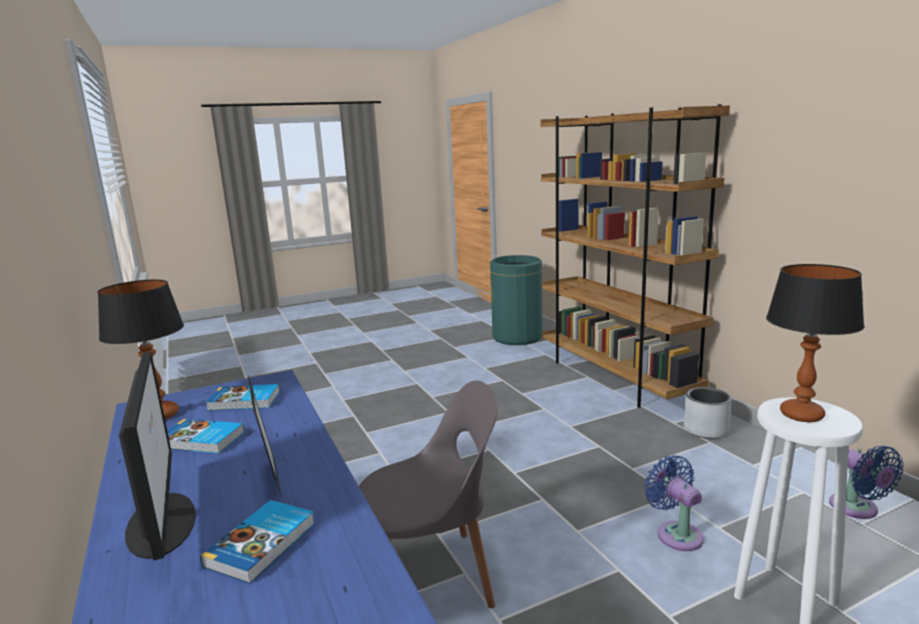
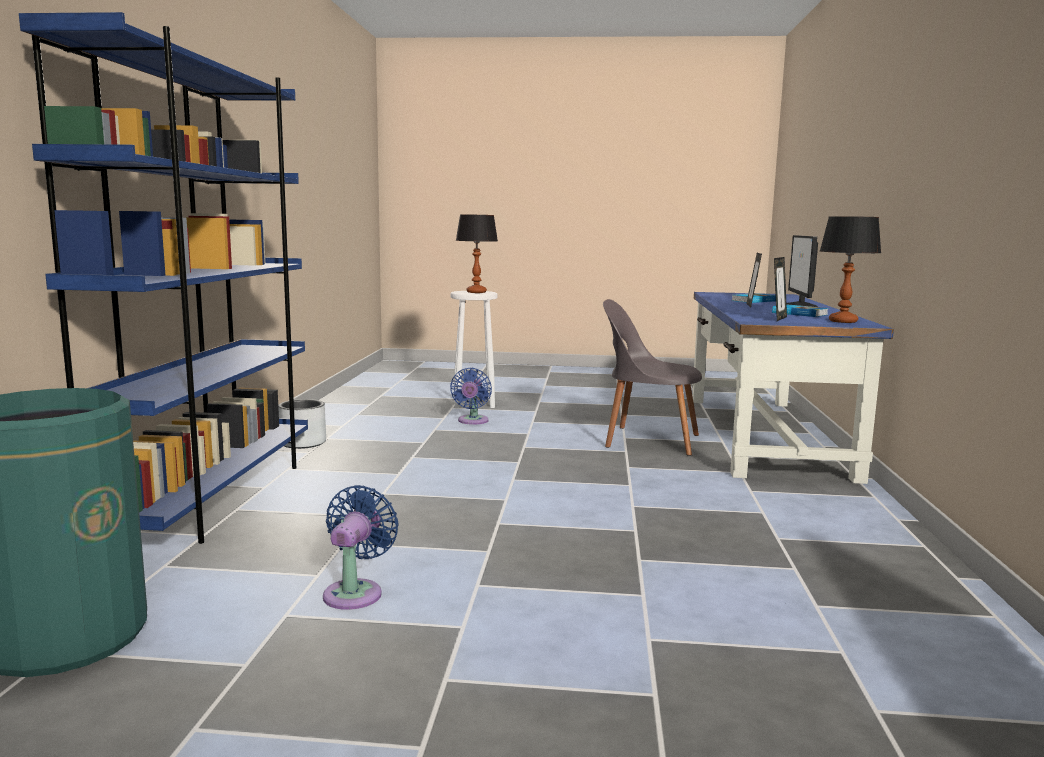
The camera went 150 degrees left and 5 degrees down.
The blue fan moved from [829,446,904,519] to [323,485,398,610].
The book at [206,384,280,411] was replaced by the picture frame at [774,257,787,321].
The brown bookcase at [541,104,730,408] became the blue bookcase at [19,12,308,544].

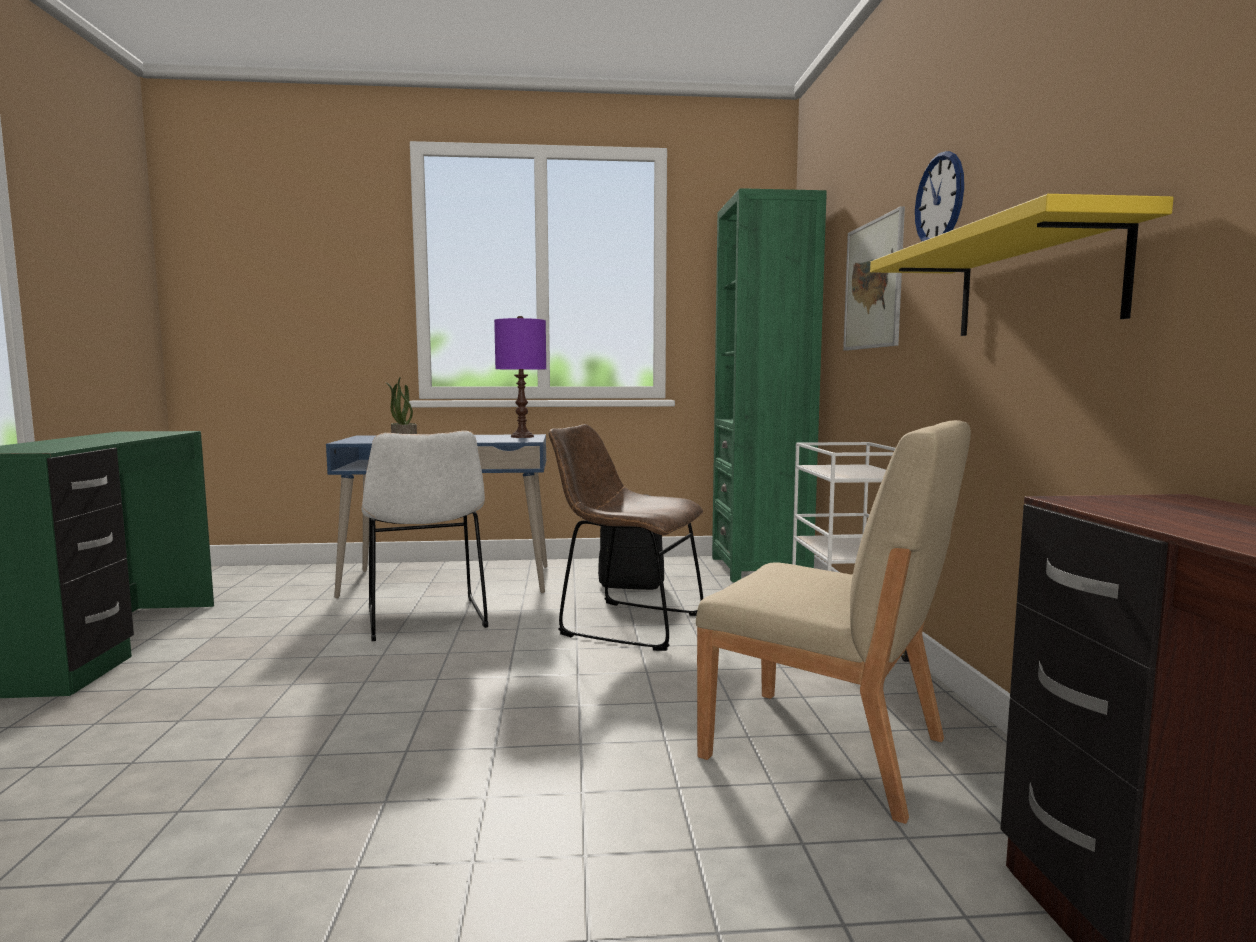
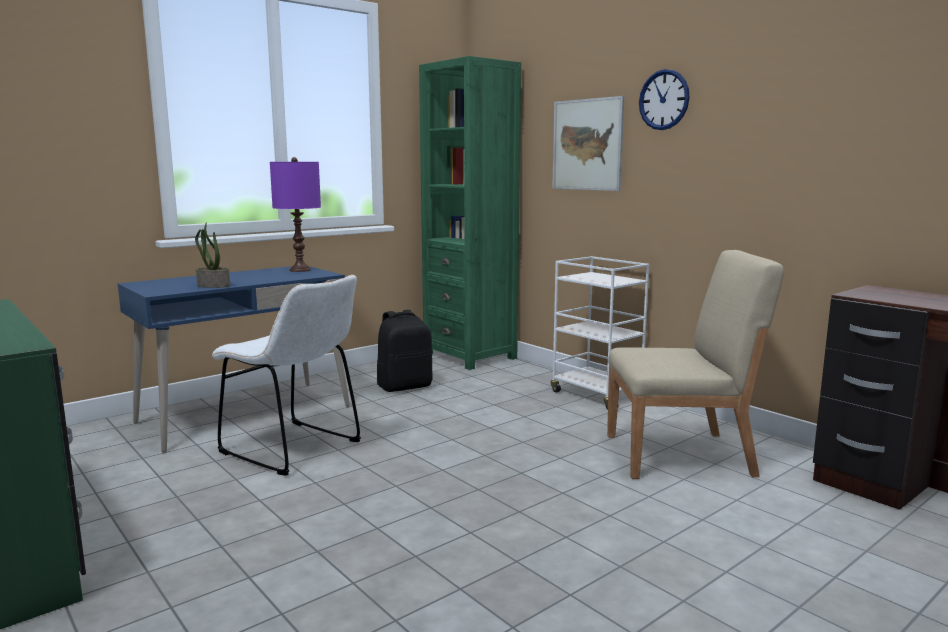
The camera went 35 degrees left and 5 degrees up.
The brown chair at [549,424,703,651] disappeared.
The yellow shelf at [870,194,1174,336] disappeared.

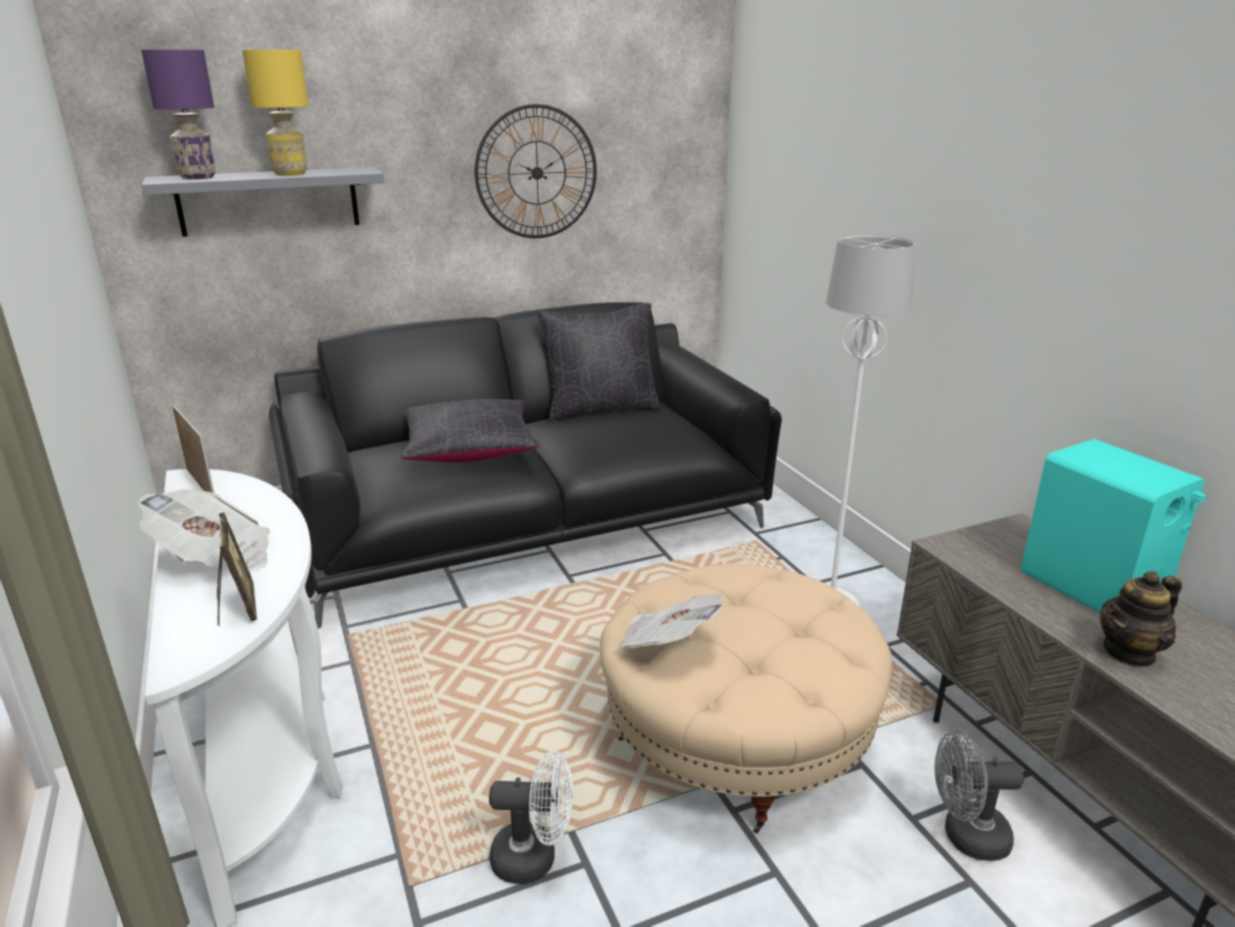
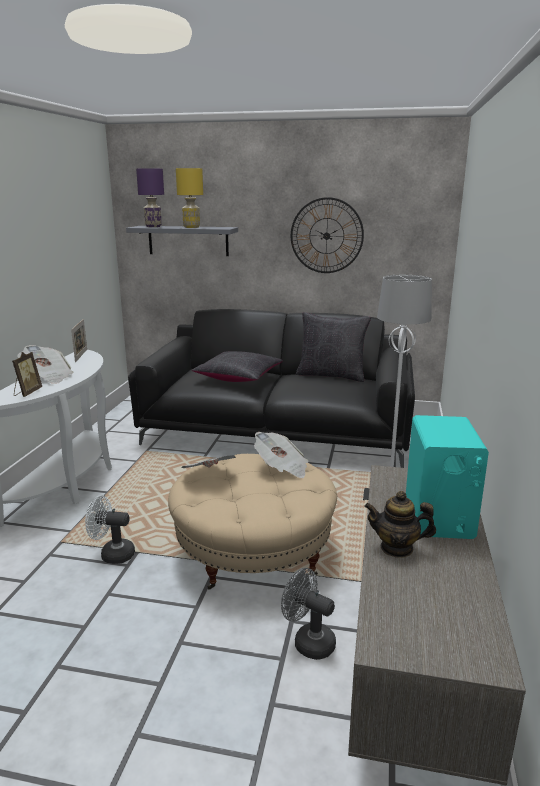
The camera went 35 degrees right and 5 degrees down.
The newspaper at [254,432,308,478] appeared.
The white fan at [489,751,573,884] turned 150 degrees clockwise.

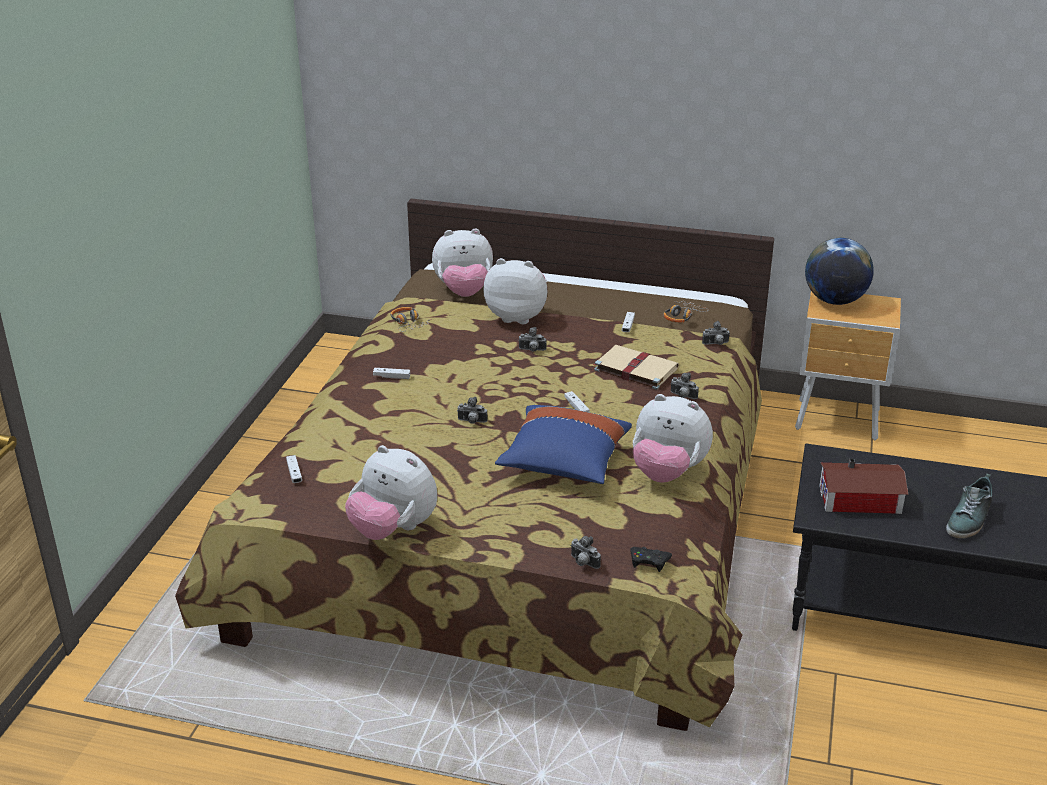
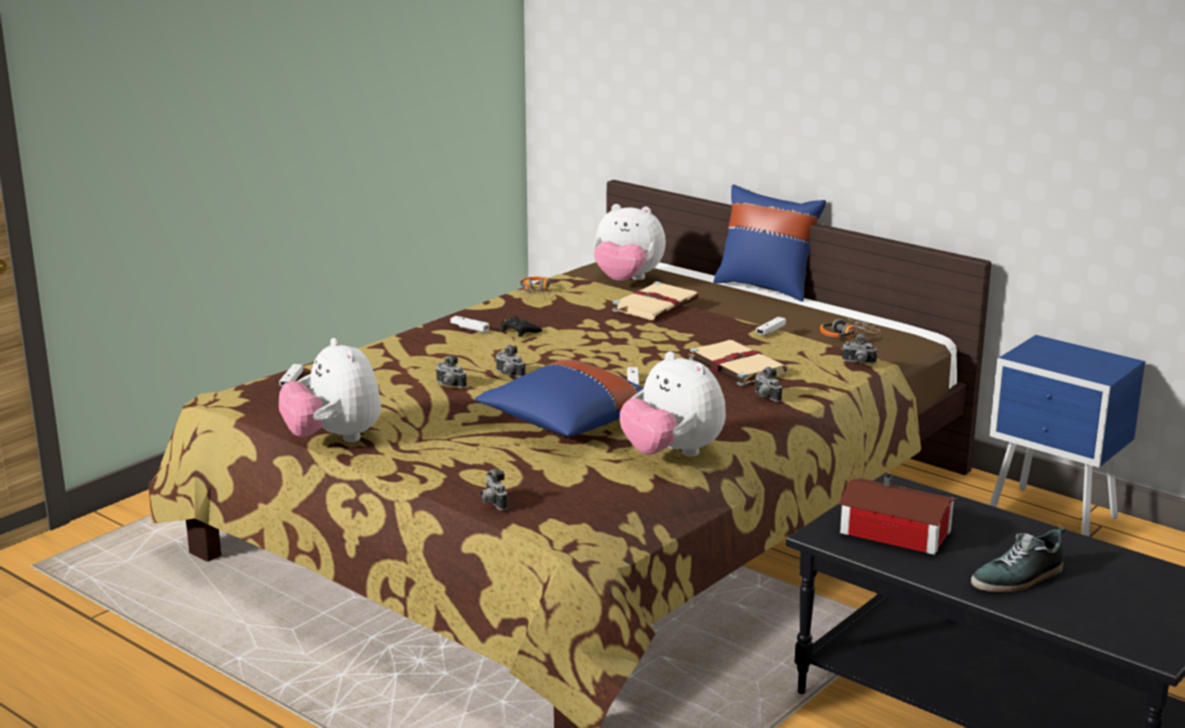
The camera went 25 degrees right and 10 degrees down.
The globe at [805,238,874,305] disappeared.
The blue pillow at [713,185,826,302] appeared.
The photo camera moved from [518,327,546,352] to [435,355,467,388].
The black game controller moved from [630,547,672,572] to [501,316,542,337].
The plush toy at [483,258,547,324] was replaced by the beige book at [612,282,699,320].
The brown nightstand at [795,291,901,440] became the blue nightstand at [989,335,1145,536].

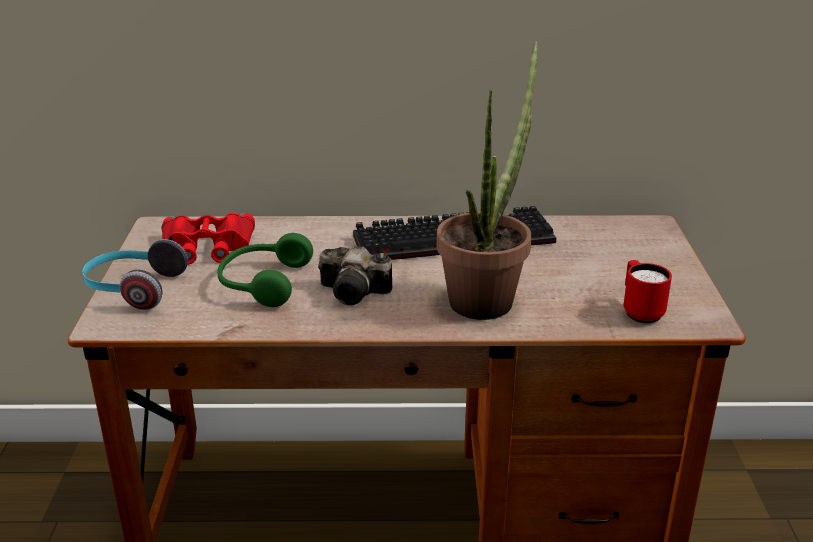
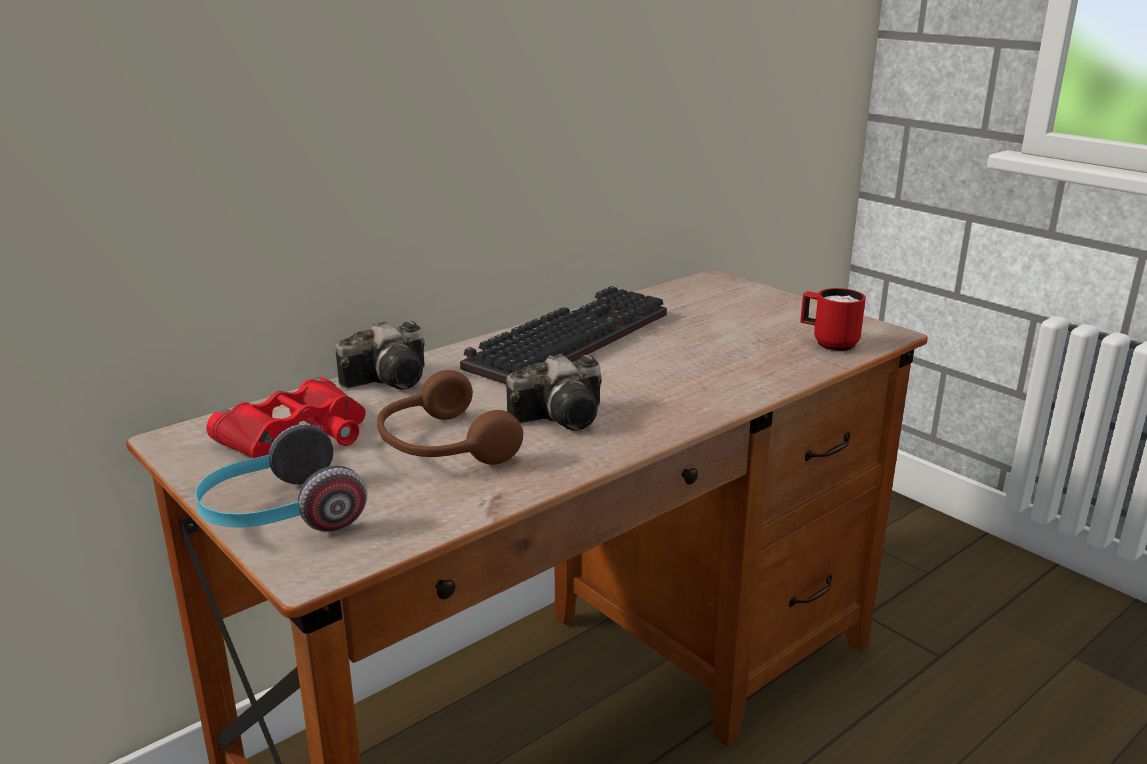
The camera went 40 degrees left and 5 degrees down.
The potted plant at [437,41,538,320] disappeared.
The photo camera at [335,321,425,390] appeared.
The green headphones at [217,233,313,307] became the brown headphones at [377,370,523,465].

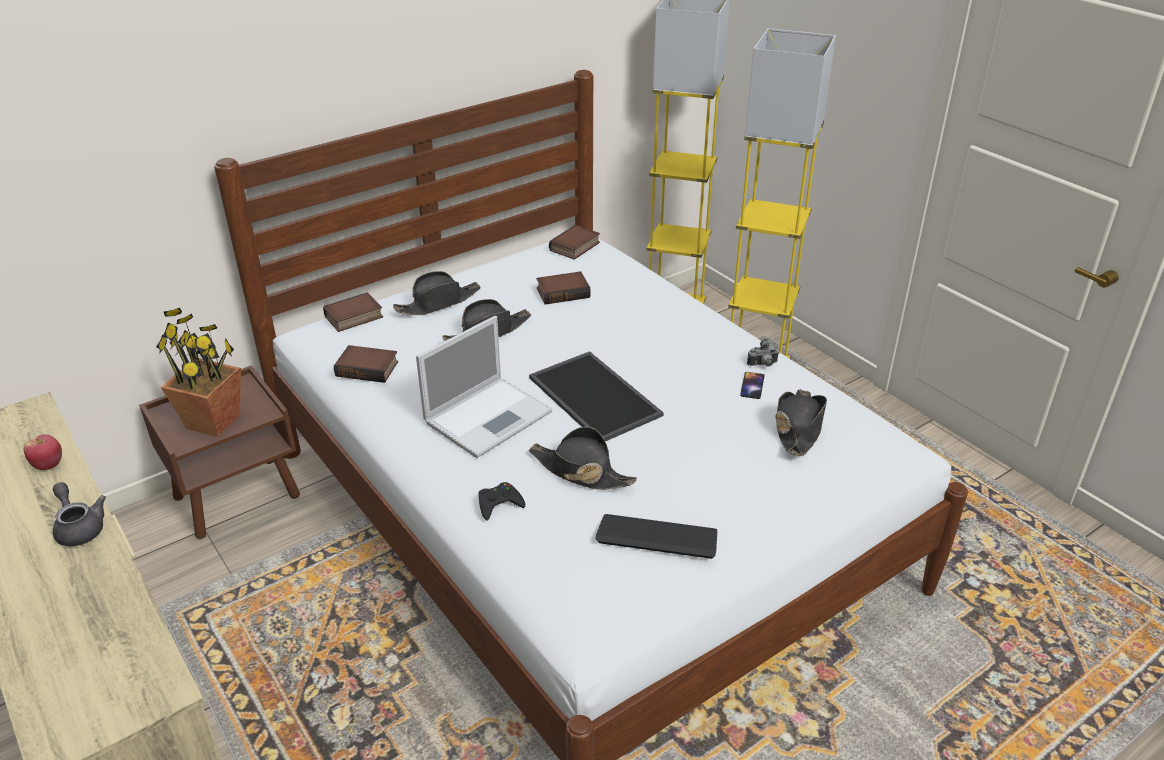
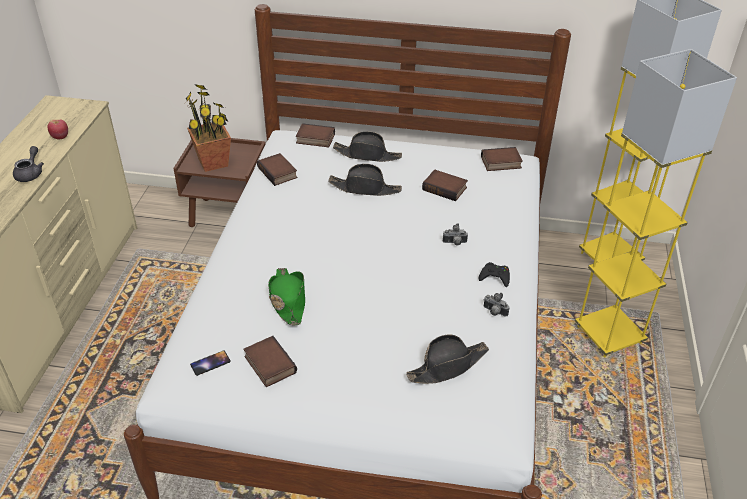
The camera went 45 degrees right and 5 degrees up.
The laptop at [416,316,552,458] disappeared.
The tray at [529,351,664,442] disappeared.
The photo camera at [443,223,468,245] appeared.
The black game controller moved from [478,482,525,521] to [478,262,510,287].
The phone moved from [740,372,765,399] to [190,350,231,376].
The keyboard at [596,514,717,559] was replaced by the book at [244,336,297,387].
The black hat at [529,426,637,490] became the green hat at [268,268,305,325].

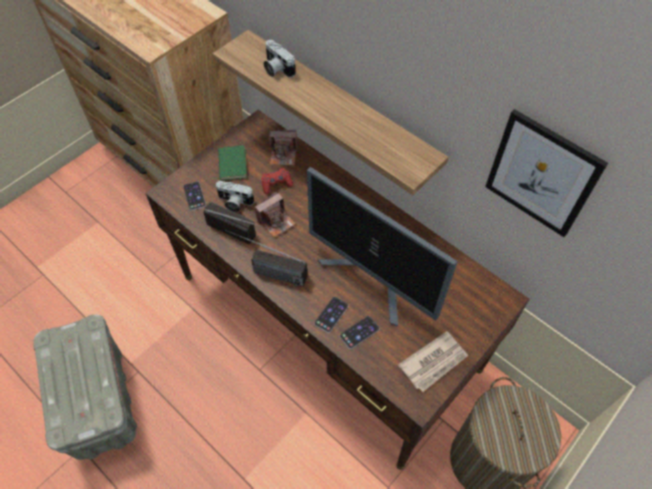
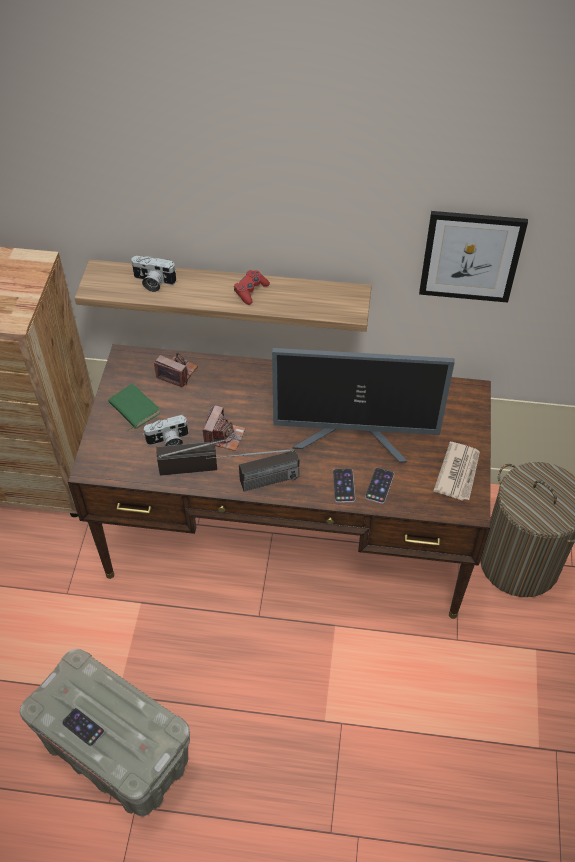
The camera went 35 degrees left and 5 degrees down.
The phone moved from [183,181,206,210] to [62,708,105,746].
The red game controller moved from [262,168,293,194] to [234,270,270,305].
The photo camera at [269,130,297,166] turned 120 degrees counterclockwise.

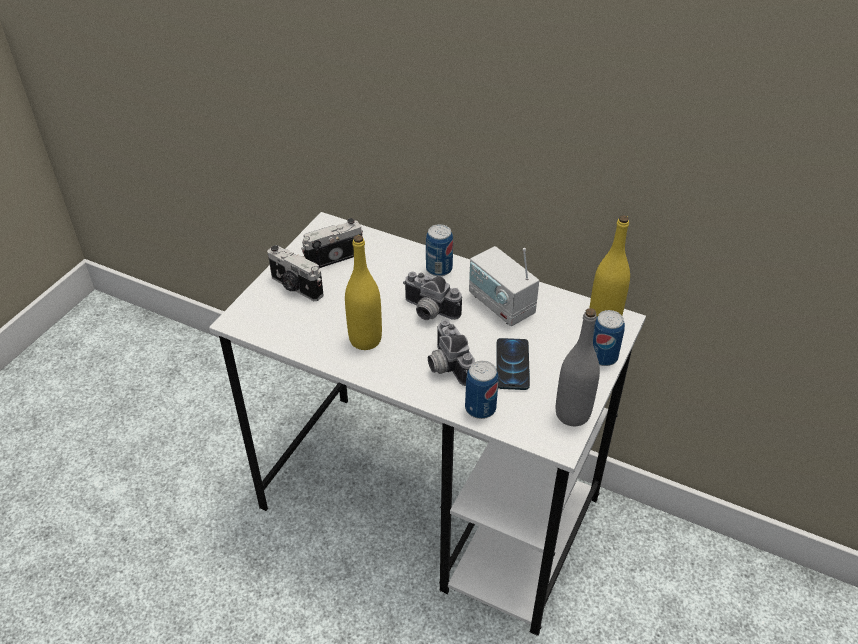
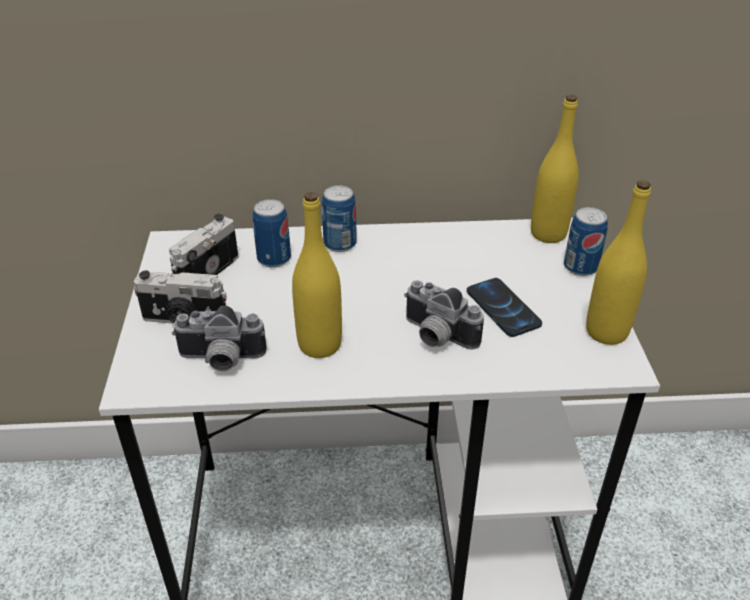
The camera went 30 degrees left and 5 degrees down.
The radio at [469,246,539,326] disappeared.
The photo camera moved from [403,272,462,320] to [172,305,267,371].
The can moved from [465,361,498,419] to [253,199,291,267].
The grey bottle at [556,308,600,426] became the yellow bottle at [586,180,651,345].

